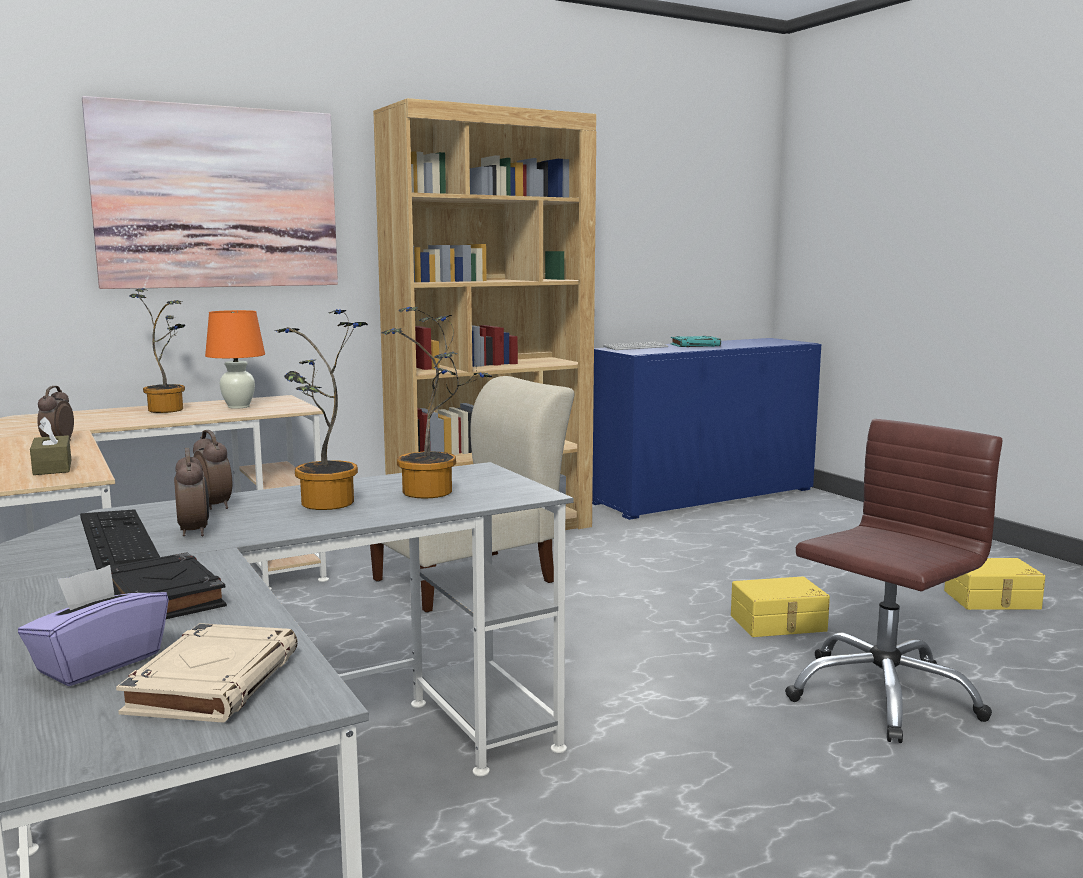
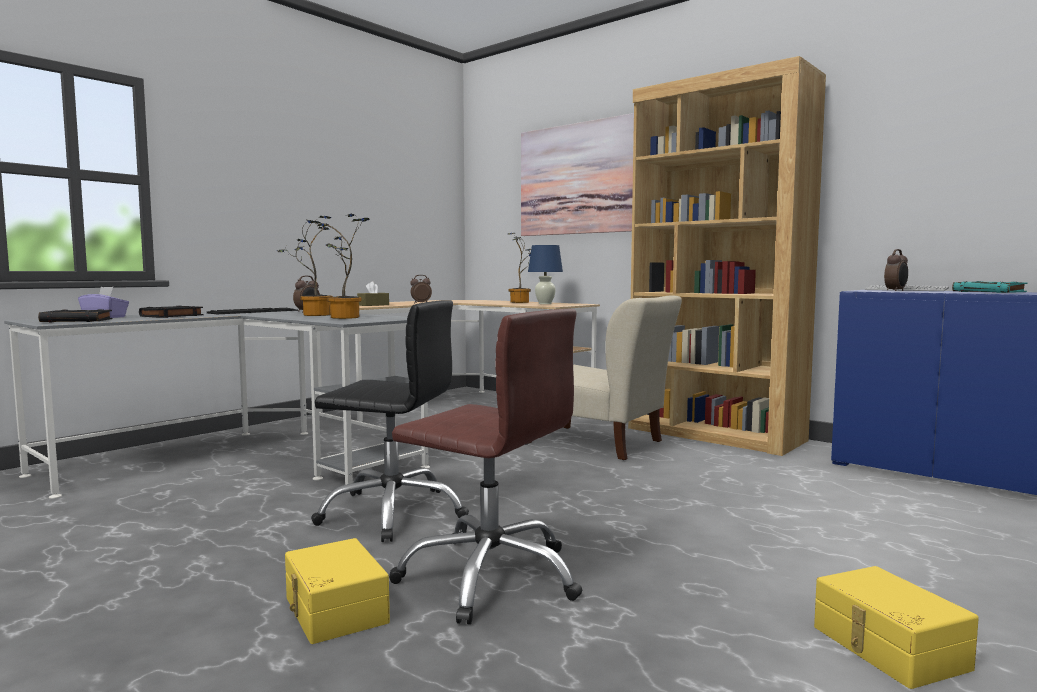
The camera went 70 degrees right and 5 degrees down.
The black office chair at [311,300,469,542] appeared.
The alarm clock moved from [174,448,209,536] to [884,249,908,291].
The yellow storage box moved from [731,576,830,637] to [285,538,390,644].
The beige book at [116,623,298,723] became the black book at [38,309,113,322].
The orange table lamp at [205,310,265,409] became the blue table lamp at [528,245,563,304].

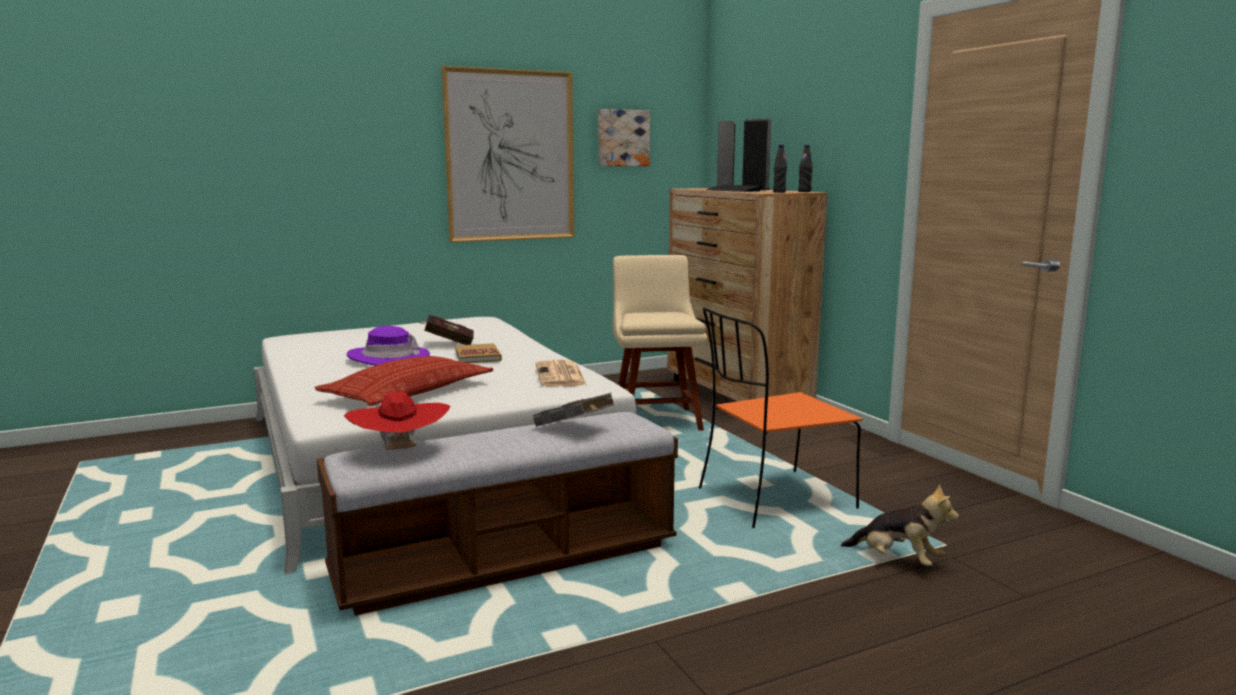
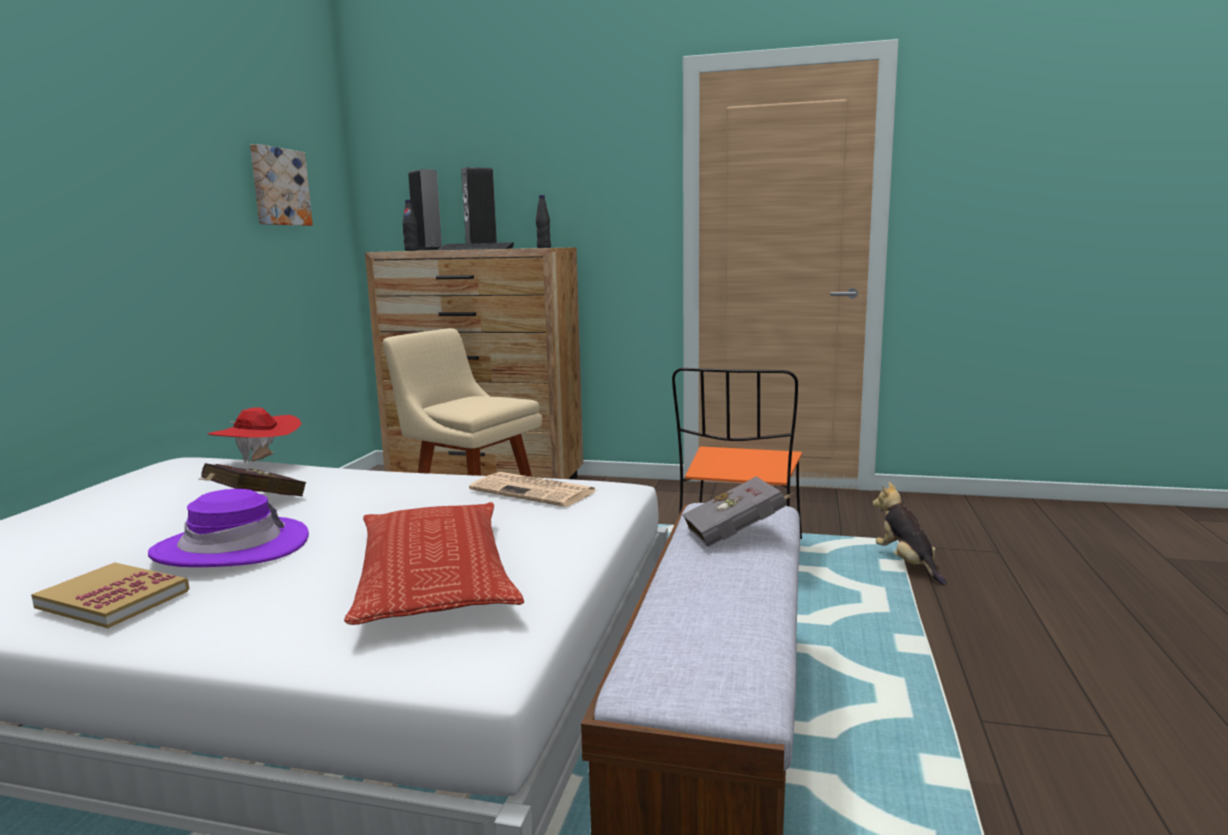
The camera went 50 degrees left and 0 degrees up.
The picture at [442,66,574,242] disappeared.
The red hat moved from [344,391,450,450] to [207,408,302,463].
The book moved from [455,343,502,363] to [31,562,189,628].
The black bottle moved from [798,145,813,192] to [403,200,419,251].
The plush toy at [840,484,959,566] turned 90 degrees counterclockwise.

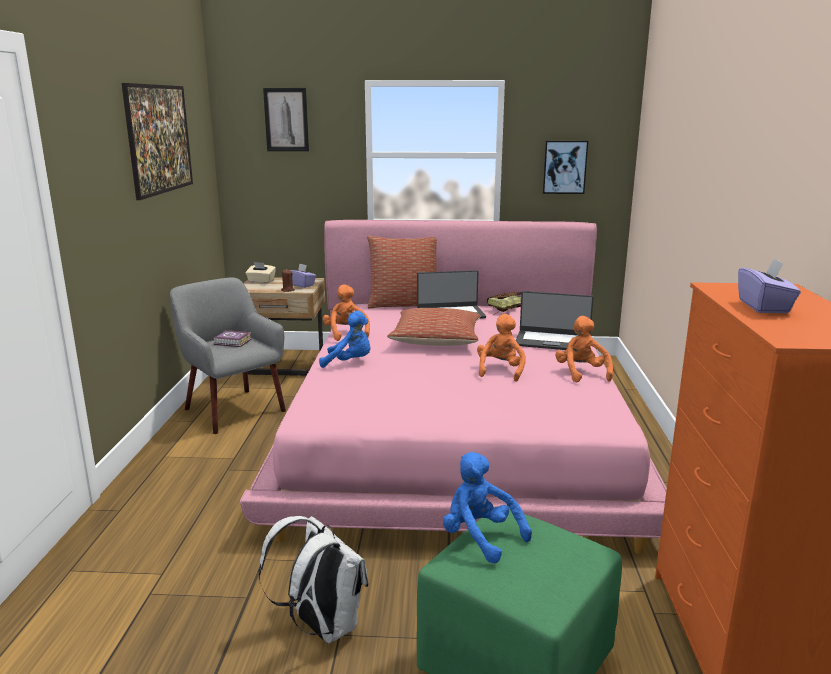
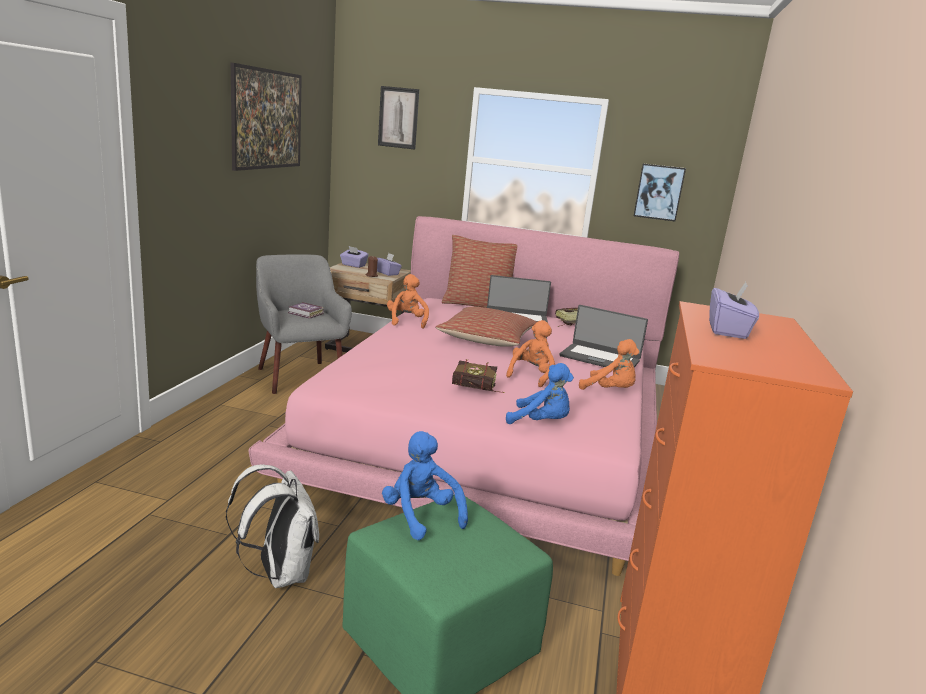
The camera went 10 degrees right and 0 degrees up.
The book at [452,359,504,393] appeared.
The blue plush toy moved from [319,311,371,368] to [506,363,574,424].
The beige tissue box at [245,262,276,283] became the purple tissue box at [340,246,368,268].
The orange plush toy at [555,316,613,383] turned 120 degrees clockwise.

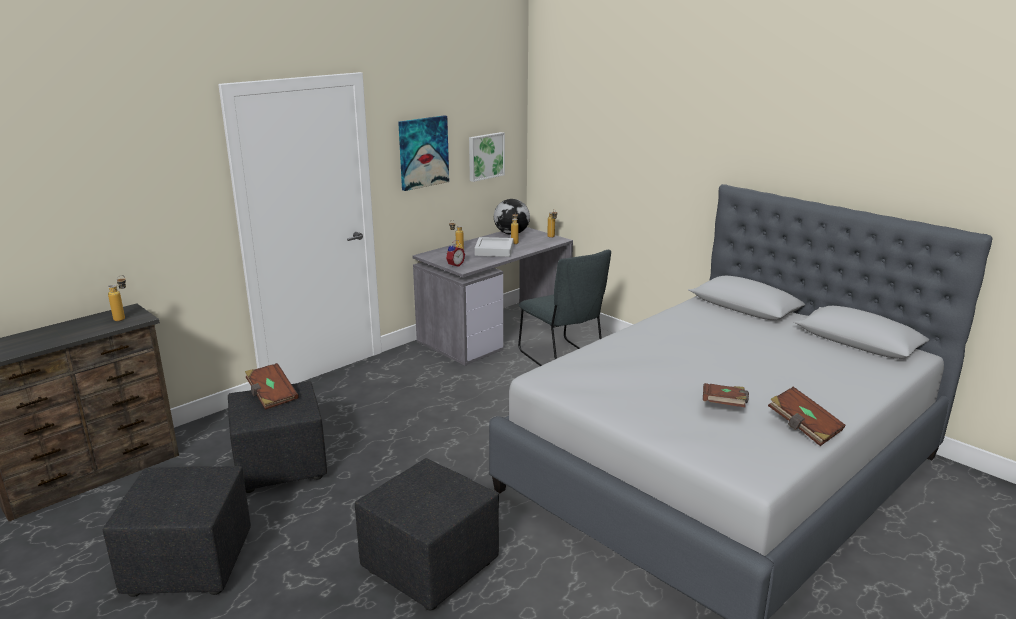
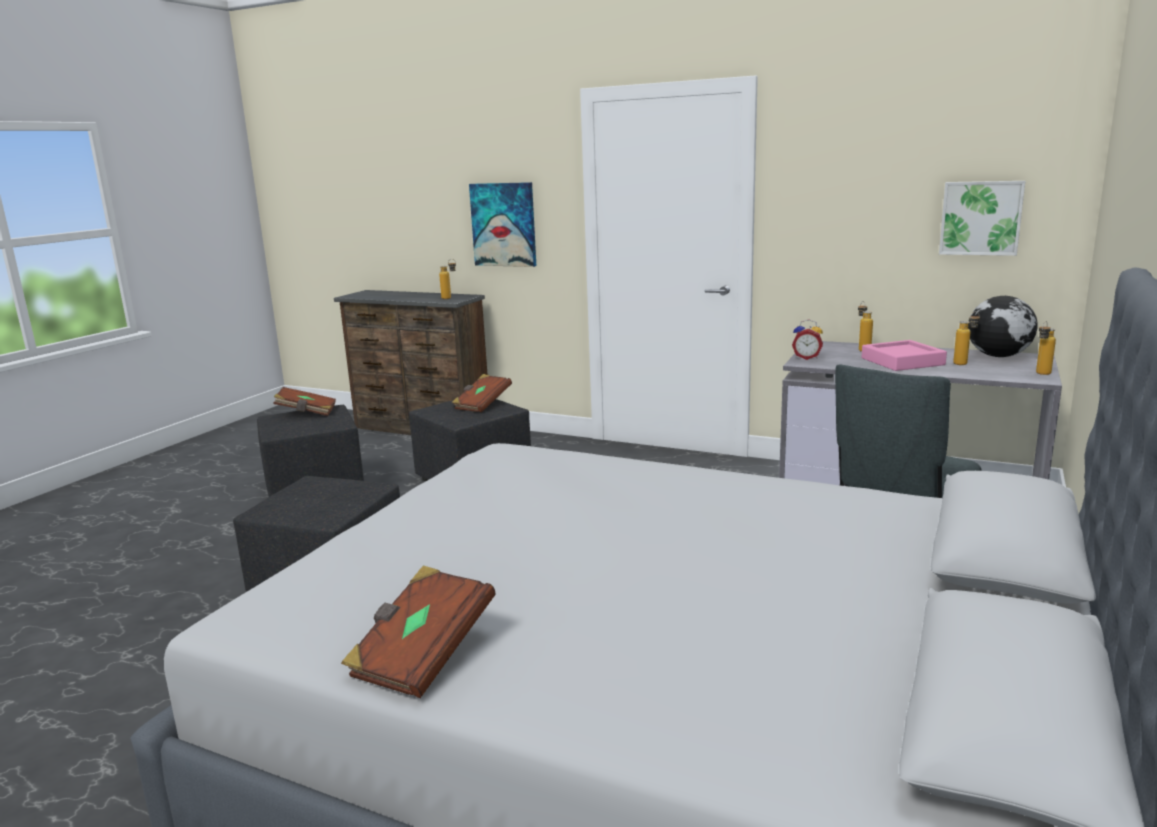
The camera went 70 degrees right and 5 degrees down.
The picture moved from [398,115,449,191] to [469,182,536,267].
The brown book moved from [703,383,749,407] to [273,387,336,416].
The grey tray at [474,237,513,257] became the pink tray at [862,340,947,371].

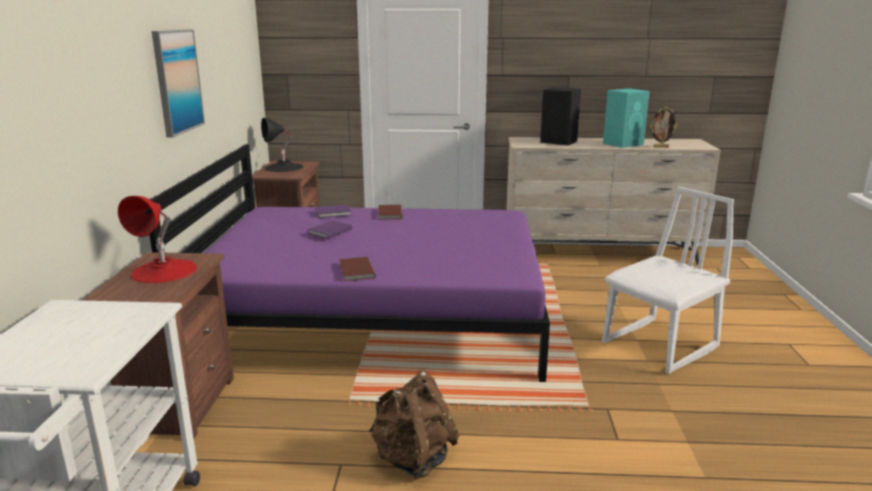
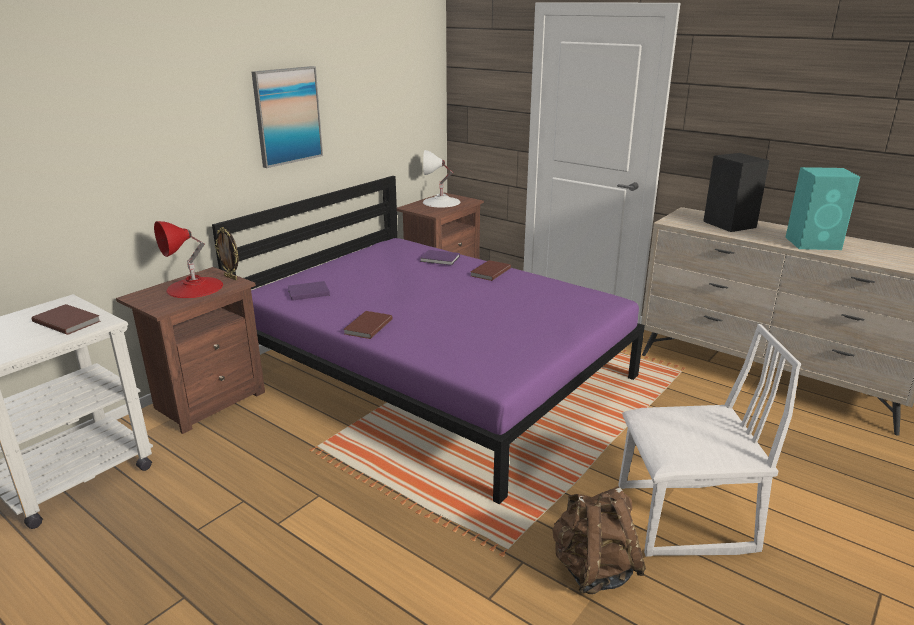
The camera went 35 degrees right and 5 degrees up.
The brown book at [32,304,100,335] appeared.
The purple book moved from [308,220,352,239] to [288,281,330,301].
The brown backpack moved from [368,371,459,480] to [553,486,646,594].
The picture frame moved from [650,107,678,148] to [215,227,239,280].
The black table lamp at [261,118,303,172] became the white table lamp at [423,150,460,207].

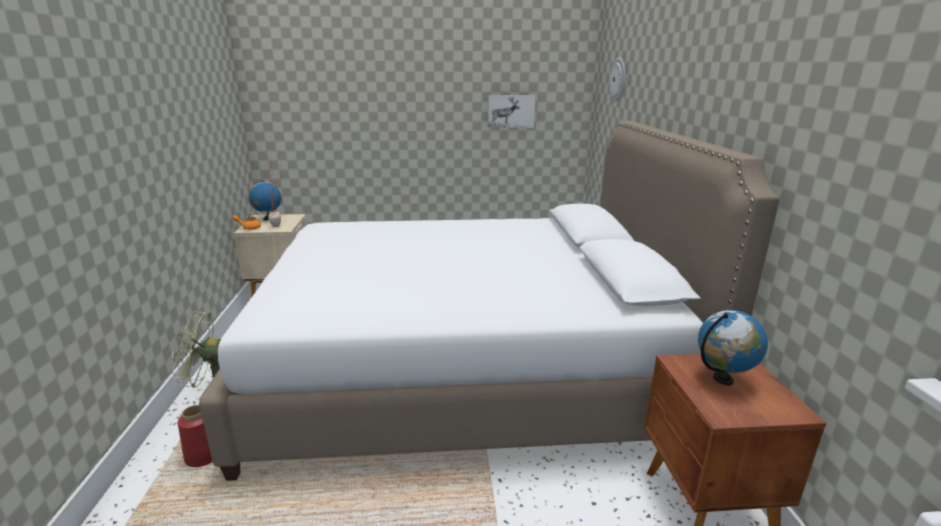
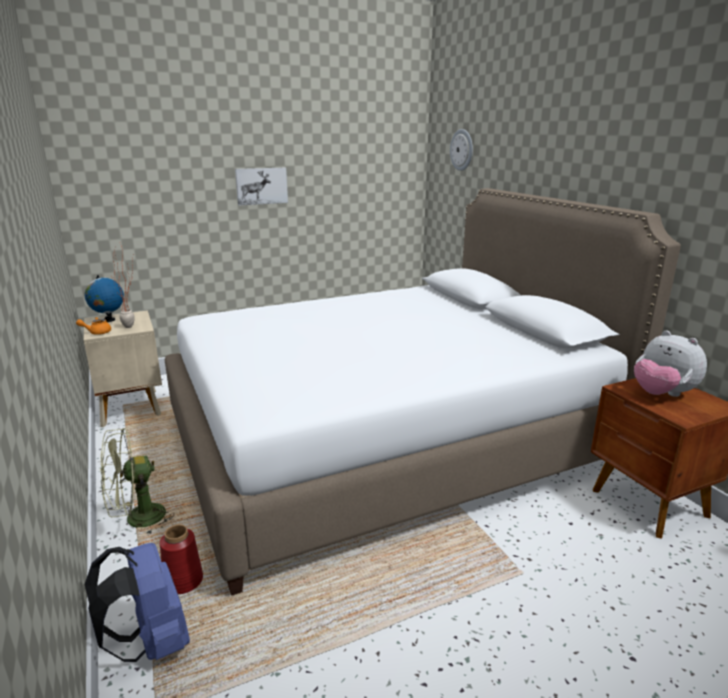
The camera went 20 degrees left and 0 degrees up.
The blue backpack at [84,543,190,662] appeared.
The picture moved from [488,95,536,128] to [235,168,288,206].
The globe at [698,310,768,385] was replaced by the plush toy at [634,330,707,397].

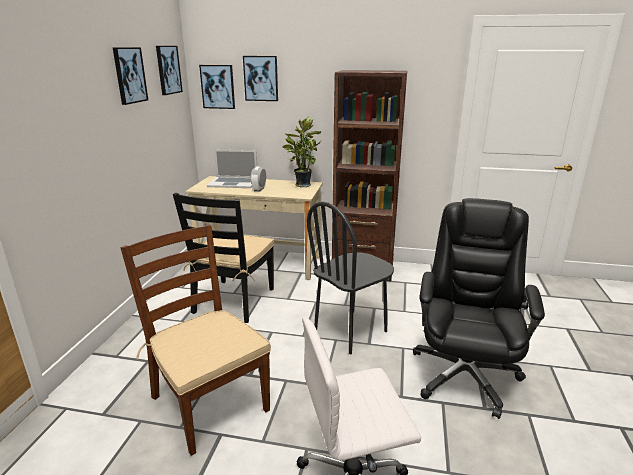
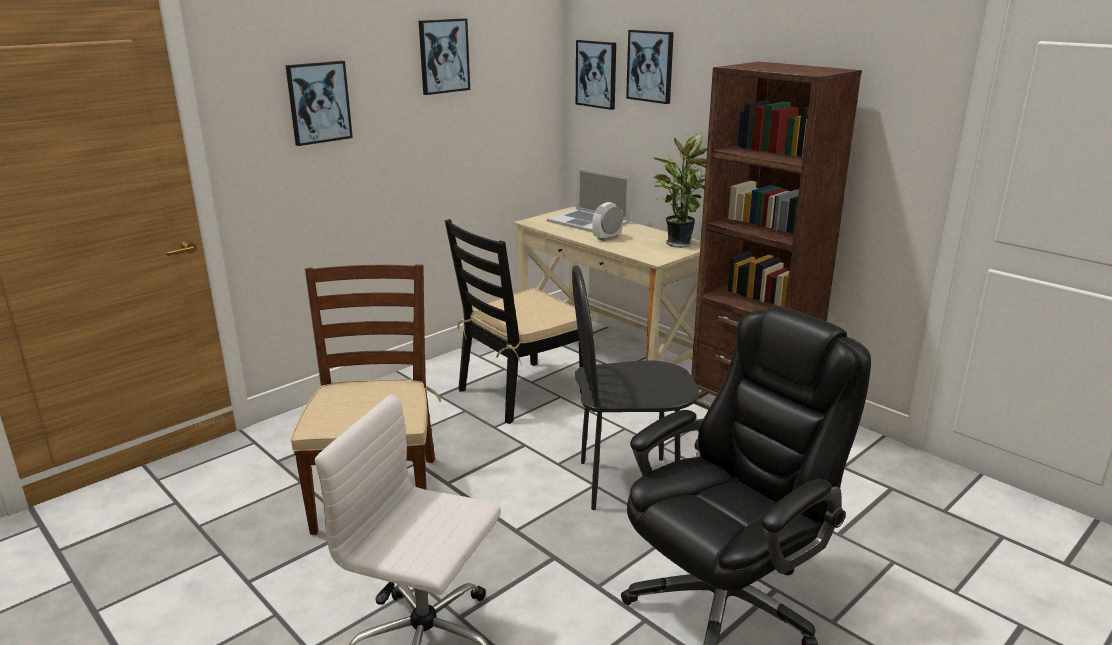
The camera went 35 degrees right and 0 degrees up.
The picture moved from [156,46,183,95] to [285,61,353,146].

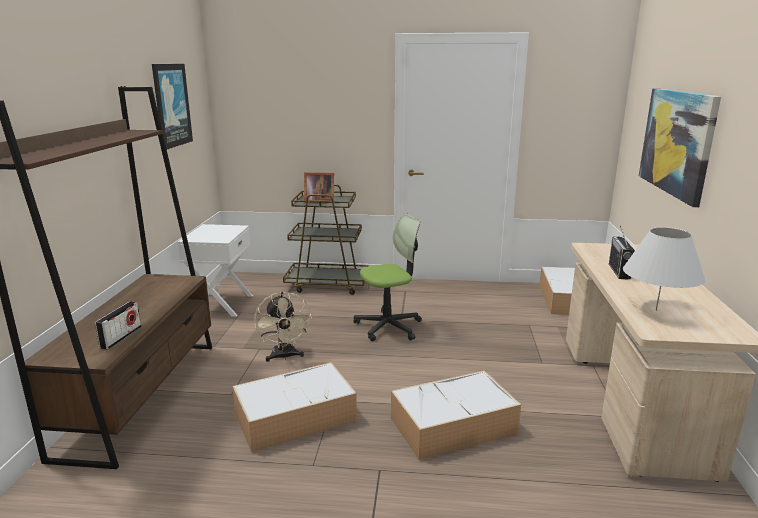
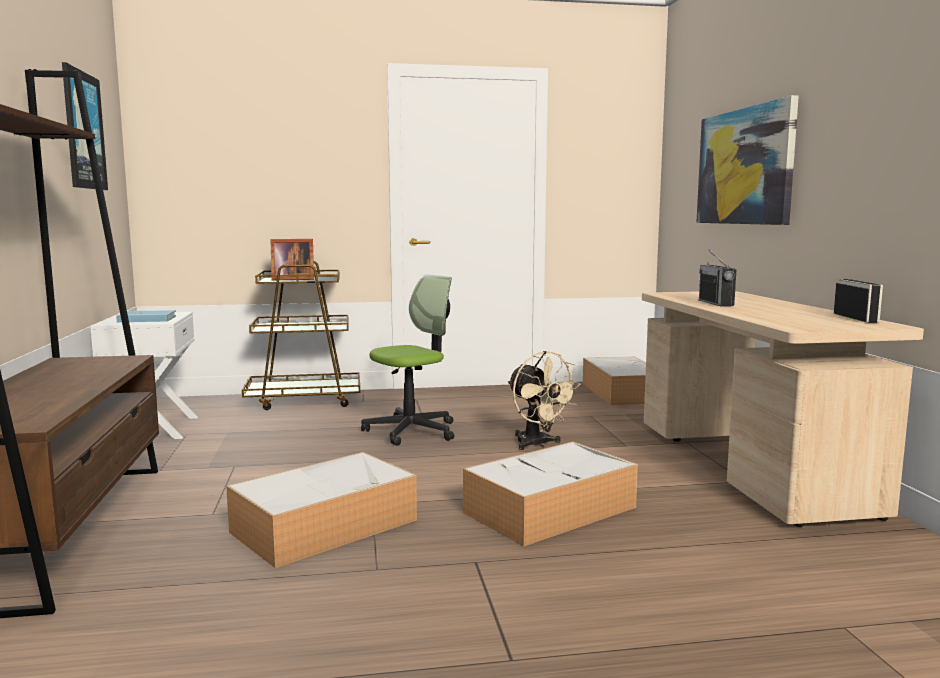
The camera went 15 degrees left and 10 degrees down.
The white table lamp at [623,227,705,311] disappeared.
The blue book at [116,310,176,322] appeared.
The radio moved from [95,301,141,349] to [834,279,883,323].
The beige fan moved from [254,292,312,362] to [508,351,581,450].

